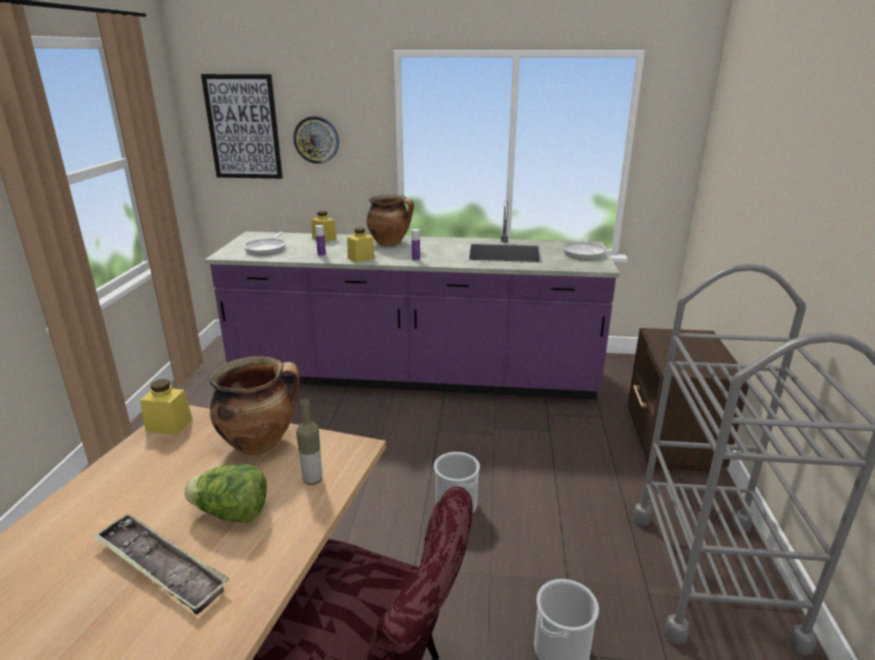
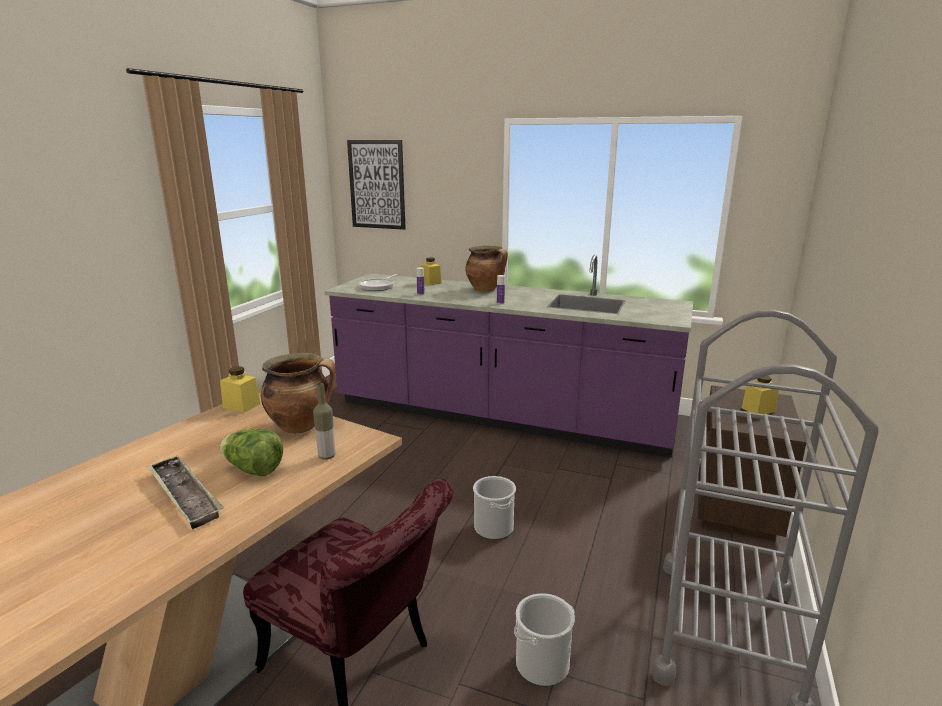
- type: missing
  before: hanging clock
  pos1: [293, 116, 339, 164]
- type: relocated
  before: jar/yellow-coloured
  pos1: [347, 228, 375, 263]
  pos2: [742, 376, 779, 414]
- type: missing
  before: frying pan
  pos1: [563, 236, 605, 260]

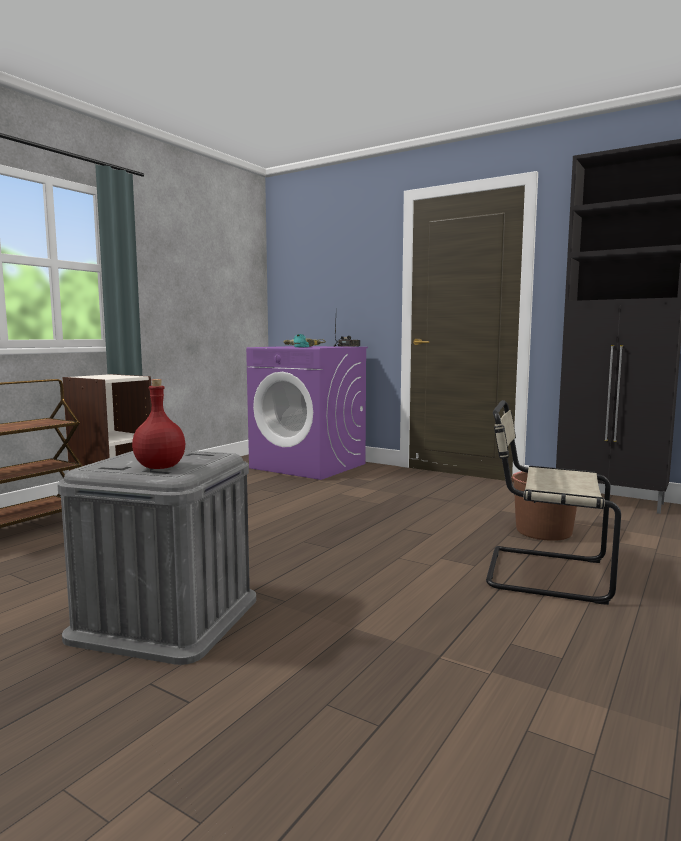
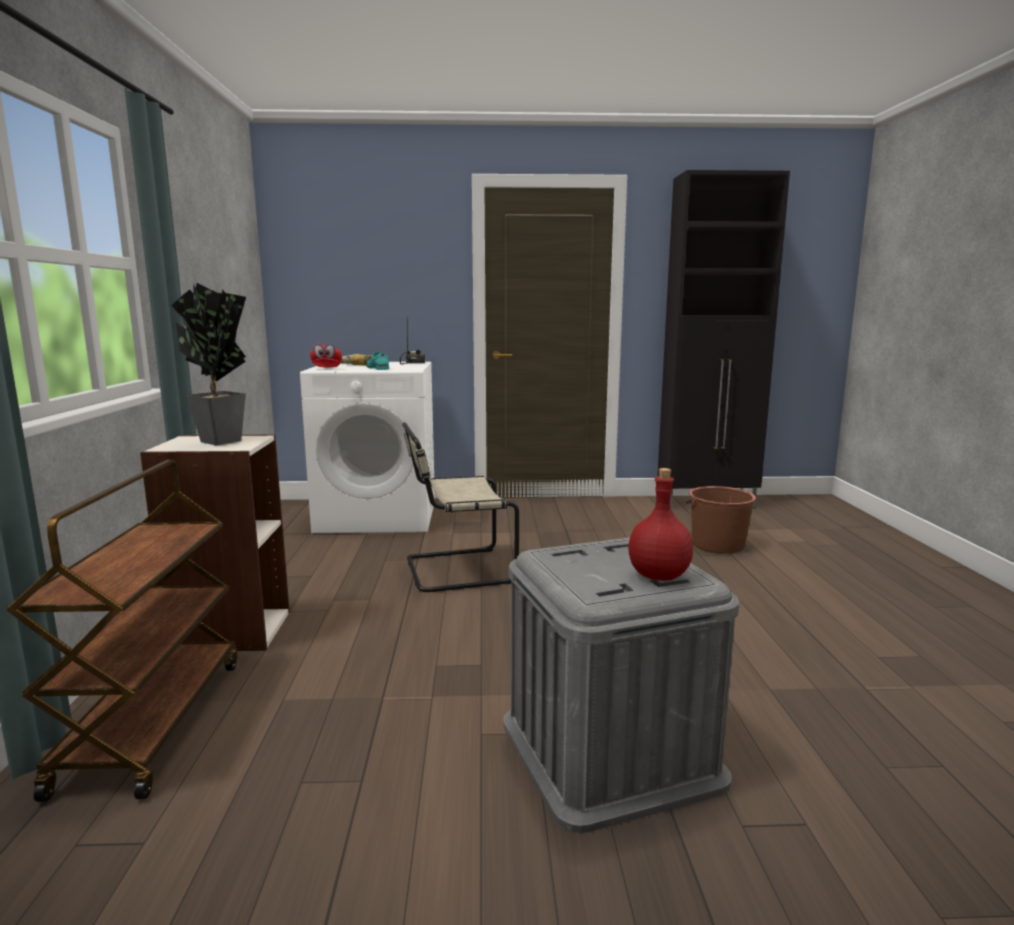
- type: colour
  before: washing machine/purple-coloured
  after: washing machine/white-coloured
  pos1: [246, 346, 368, 480]
  pos2: [300, 362, 435, 533]
- type: relocated
  before: upright chair/sand-coloured
  pos1: [486, 400, 621, 605]
  pos2: [402, 422, 519, 592]
- type: appeared
  after: potted plant
  pos2: [171, 283, 246, 445]
- type: appeared
  after: baseball cap/red
  pos2: [310, 343, 342, 368]

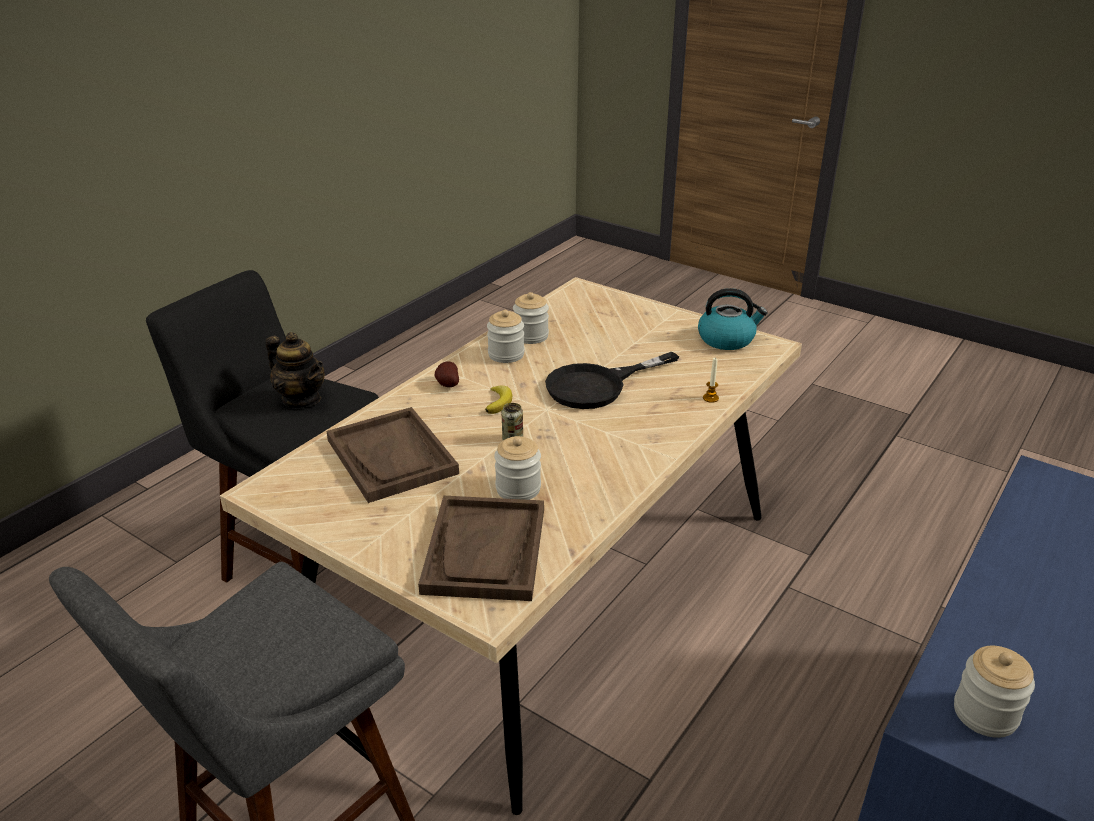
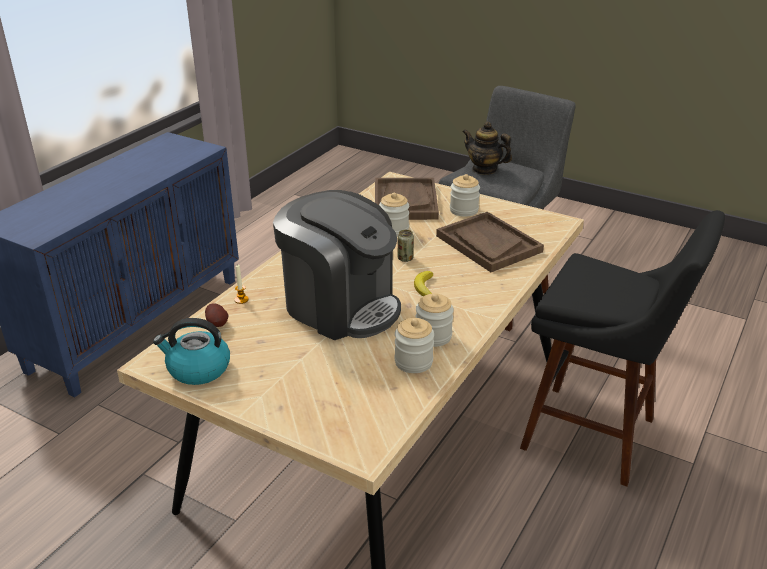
- type: relocated
  before: pot for tea
  pos1: [266, 332, 325, 408]
  pos2: [462, 122, 512, 175]
- type: exchanged
  before: frying pan/black-coloured
  after: coffee machine
  pos1: [545, 352, 679, 409]
  pos2: [273, 190, 401, 340]
- type: relocated
  before: potato
  pos1: [434, 362, 459, 387]
  pos2: [205, 303, 229, 327]
- type: relocated
  before: jar
  pos1: [954, 646, 1035, 738]
  pos2: [450, 174, 480, 217]

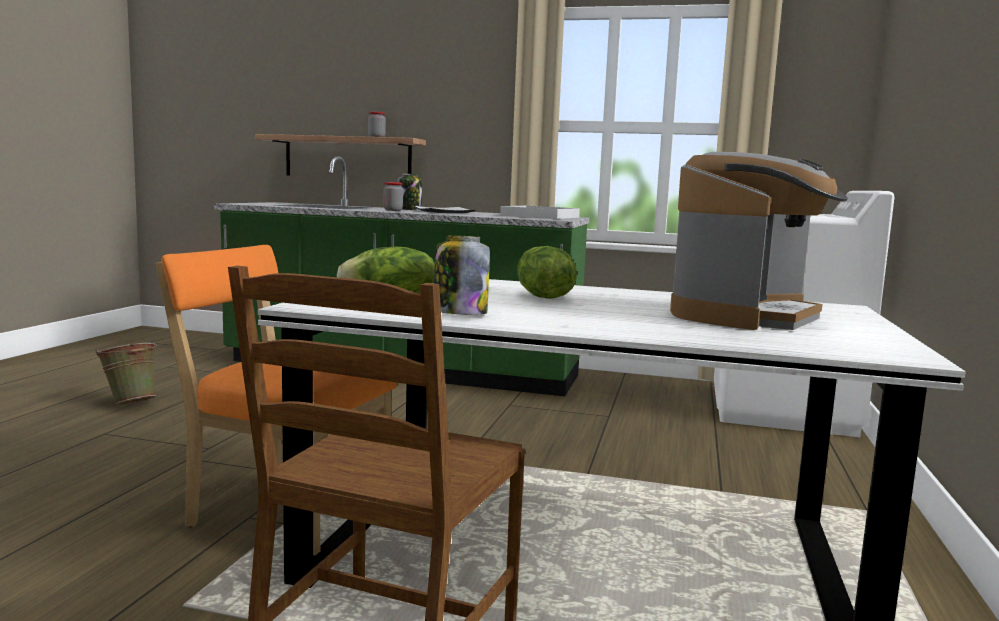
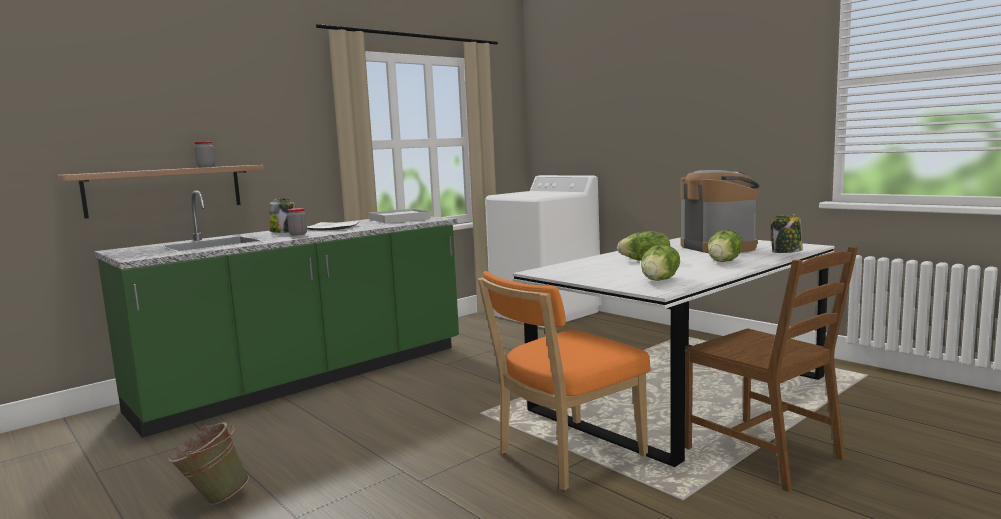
- type: relocated
  before: jar
  pos1: [434, 235, 490, 315]
  pos2: [771, 214, 803, 253]
- type: appeared
  after: lettuce head
  pos2: [708, 230, 743, 262]

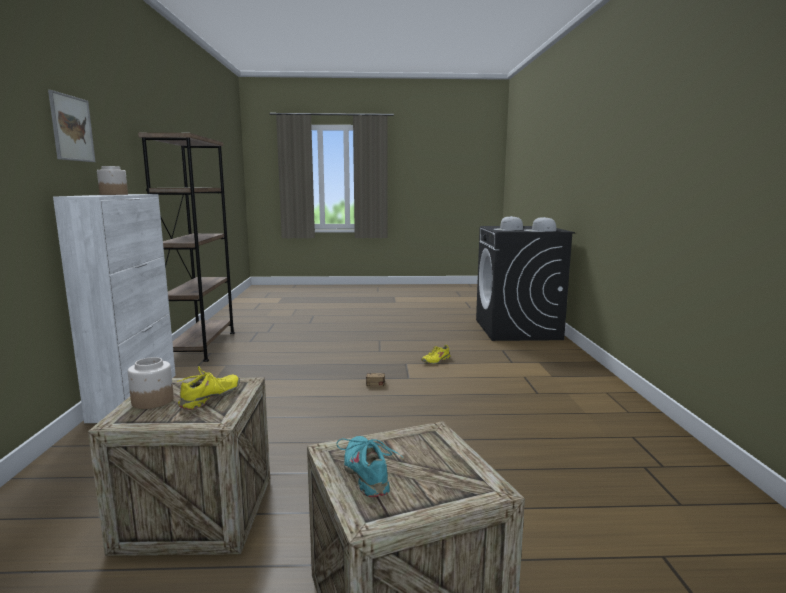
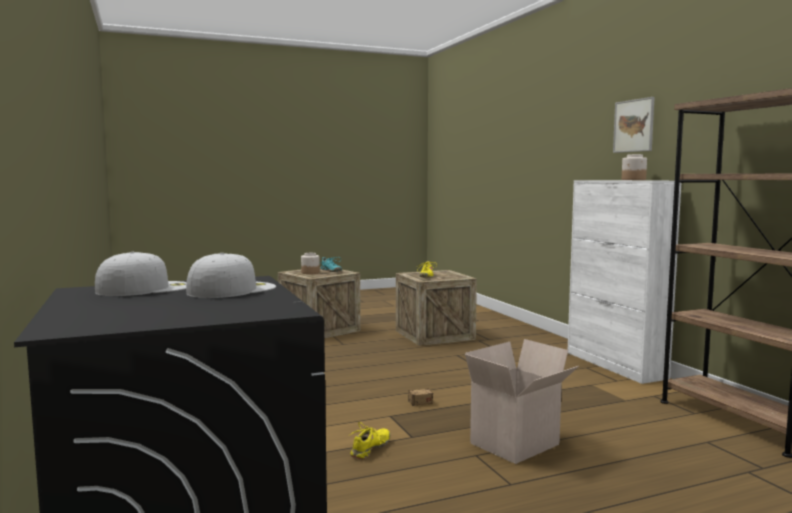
- type: relocated
  before: jar
  pos1: [128, 357, 174, 409]
  pos2: [301, 253, 320, 274]
- type: appeared
  after: cardboard box
  pos2: [465, 339, 579, 464]

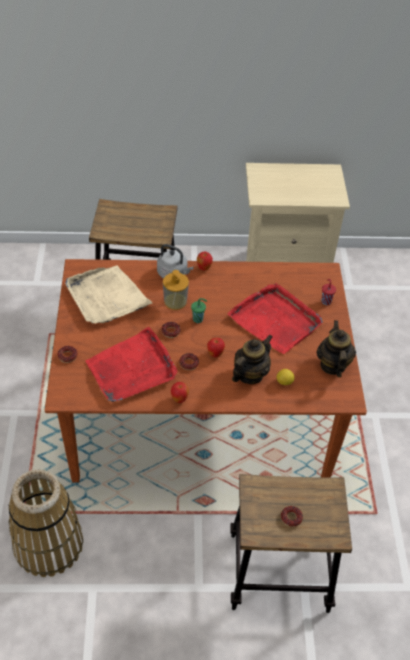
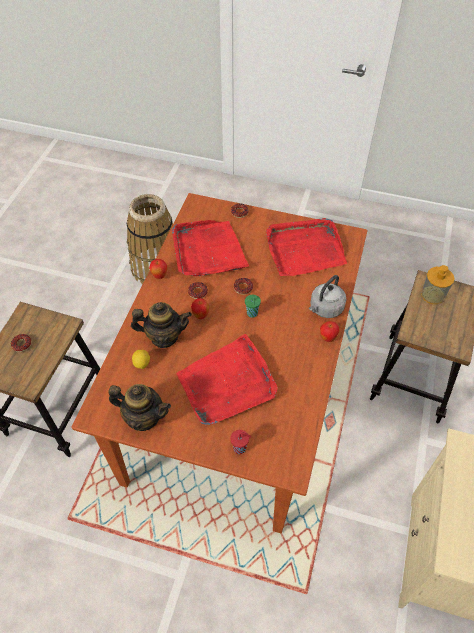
- type: colour
  before: serving tray/sand-coloured
  after: serving tray/red
  pos1: [65, 266, 152, 324]
  pos2: [266, 218, 347, 276]
- type: relocated
  before: liquid soap bottle
  pos1: [163, 270, 189, 310]
  pos2: [421, 265, 454, 304]
- type: spun
  before: pot for tea
  pos1: [232, 334, 273, 384]
  pos2: [131, 302, 192, 348]
  turn: -60

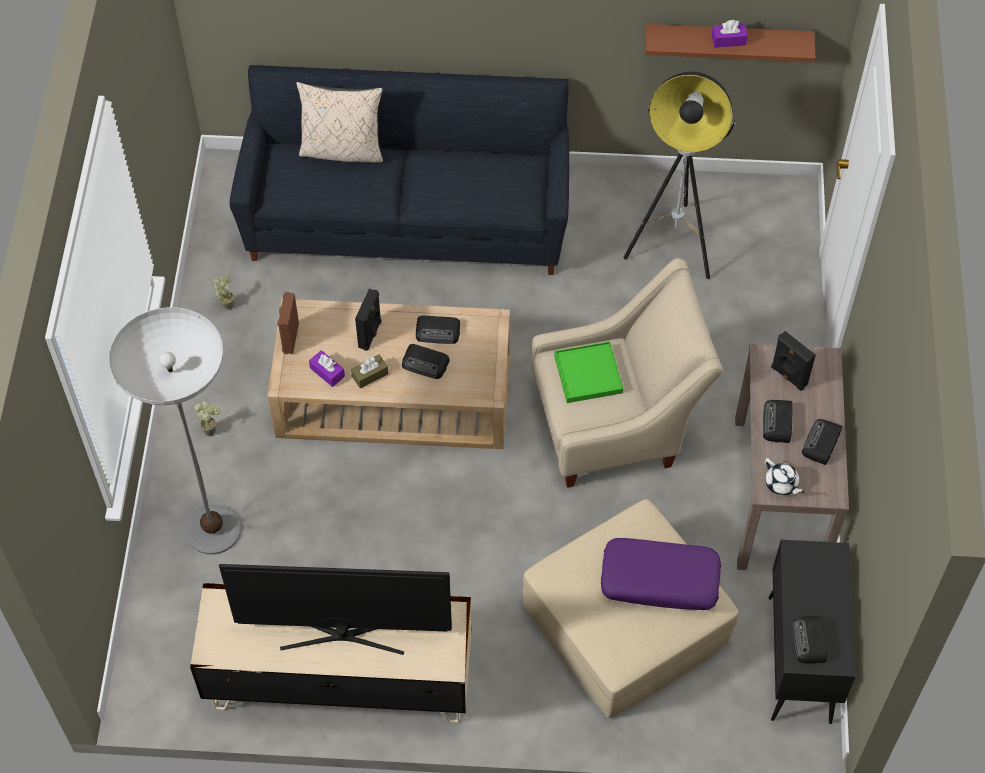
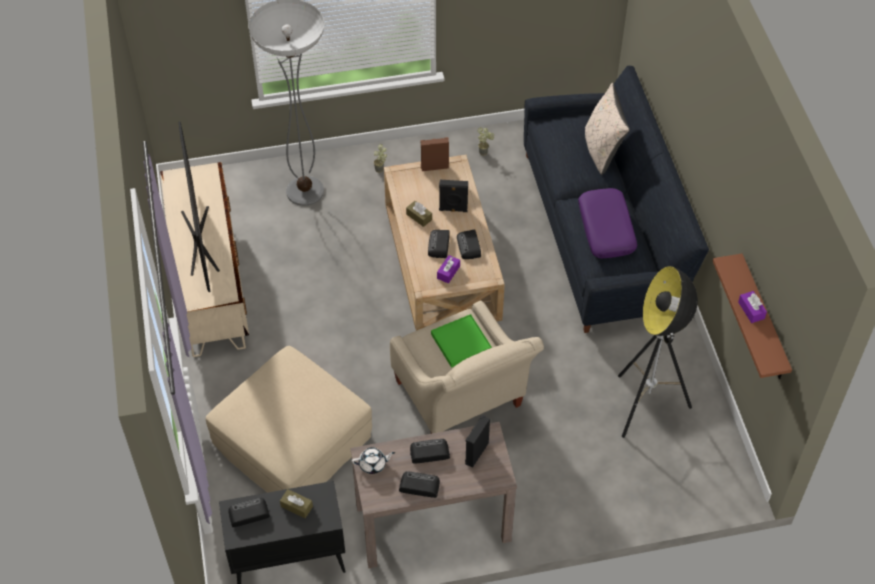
- type: relocated
  before: tissue holder/purple-coloured
  pos1: [309, 350, 345, 387]
  pos2: [437, 255, 460, 283]
- type: spun
  before: pot for tea/white-coloured
  pos1: [765, 458, 805, 495]
  pos2: [352, 447, 395, 474]
  turn: -135
- type: relocated
  before: pillow/purple-coloured
  pos1: [601, 538, 721, 610]
  pos2: [578, 188, 637, 258]
- type: appeared
  after: tissue holder/brown-coloured
  pos2: [280, 489, 313, 518]

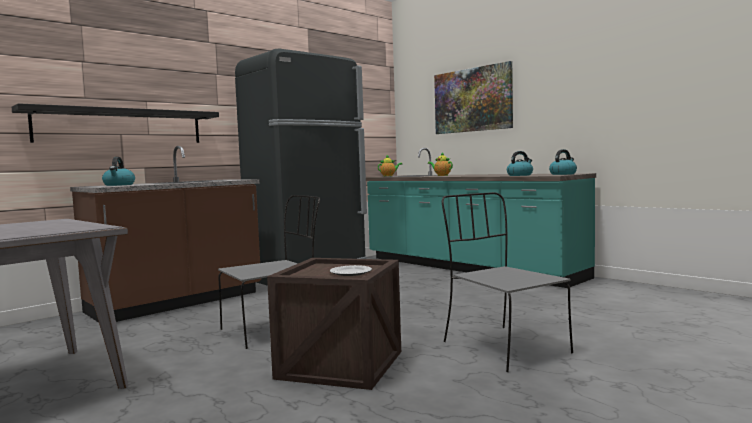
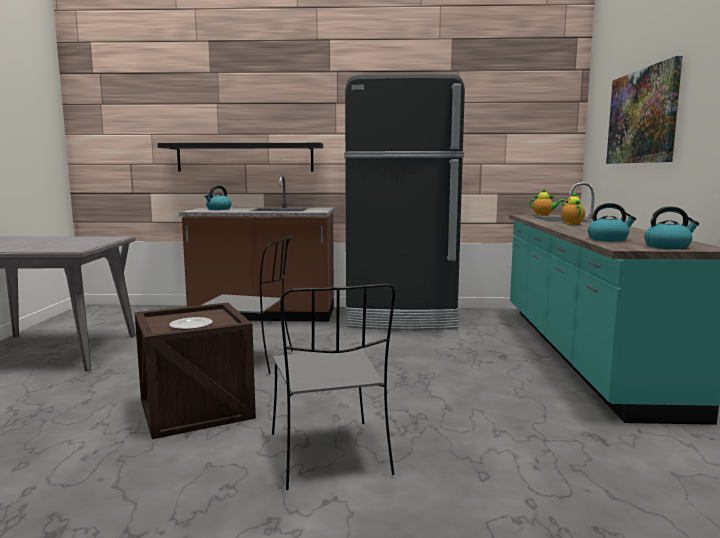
- type: spun
  before: upright chair/grey
  pos1: [442, 192, 573, 372]
  pos2: [272, 284, 395, 490]
  turn: 150

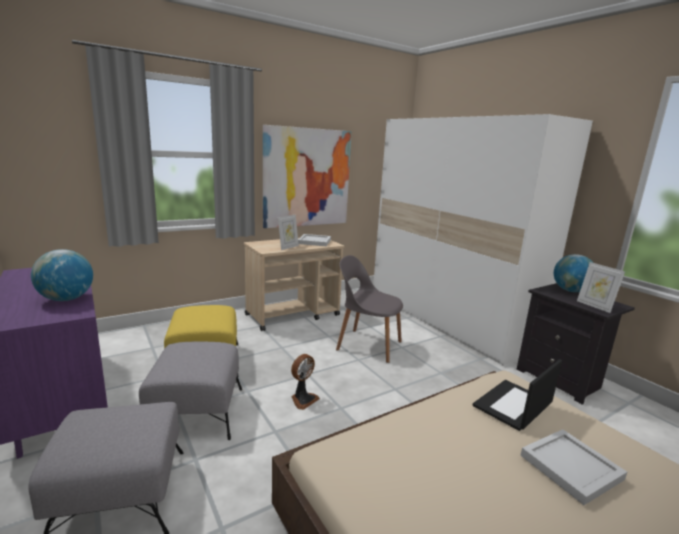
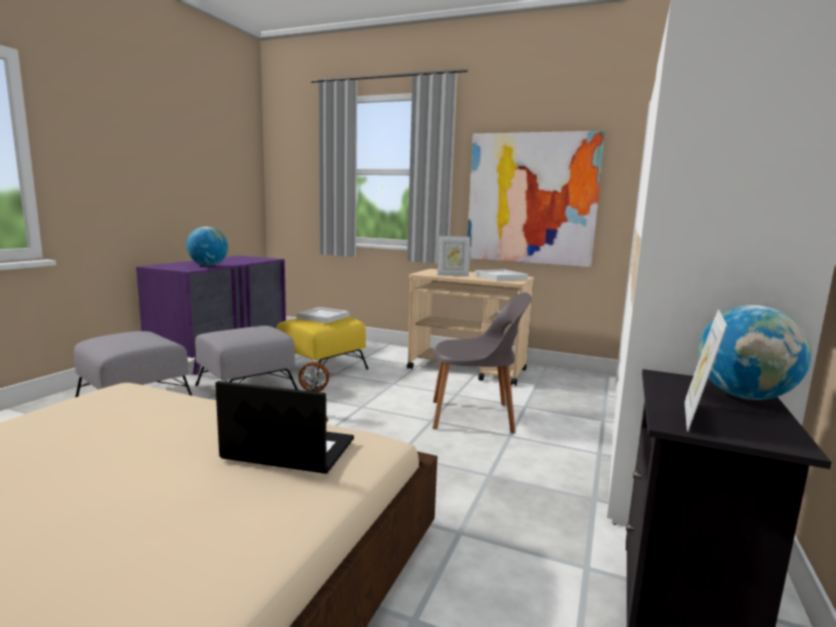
- type: spun
  before: upright chair/grey
  pos1: [336, 255, 403, 363]
  pos2: [433, 292, 531, 433]
  turn: 105
- type: relocated
  before: serving tray/white-coloured
  pos1: [520, 429, 627, 505]
  pos2: [296, 307, 349, 323]

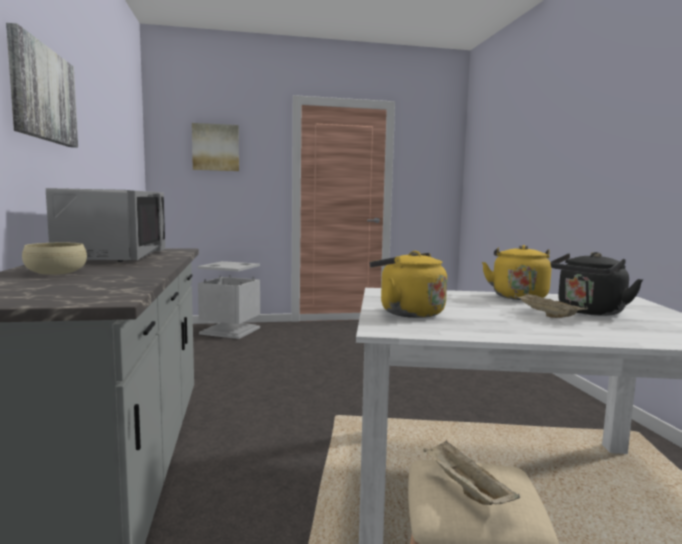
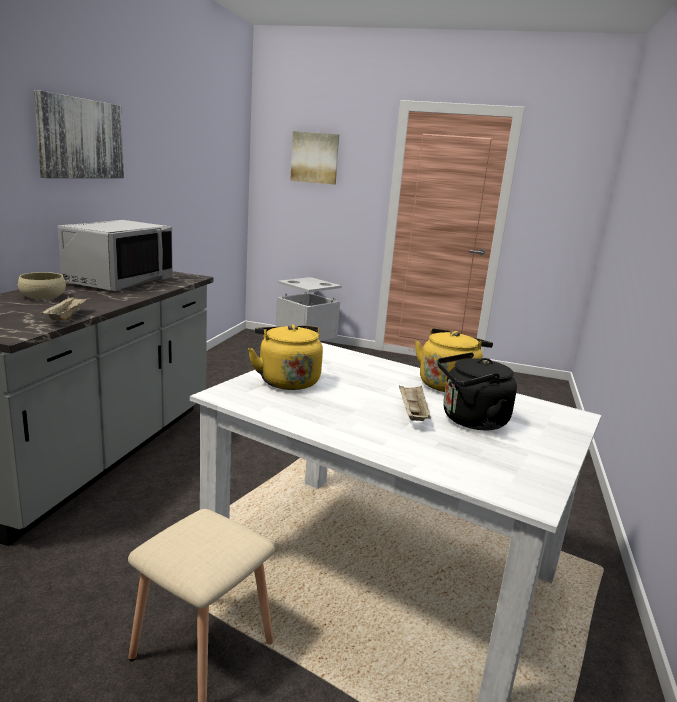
- type: relocated
  before: serving tray/sand-coloured
  pos1: [423, 440, 520, 505]
  pos2: [40, 295, 91, 320]

